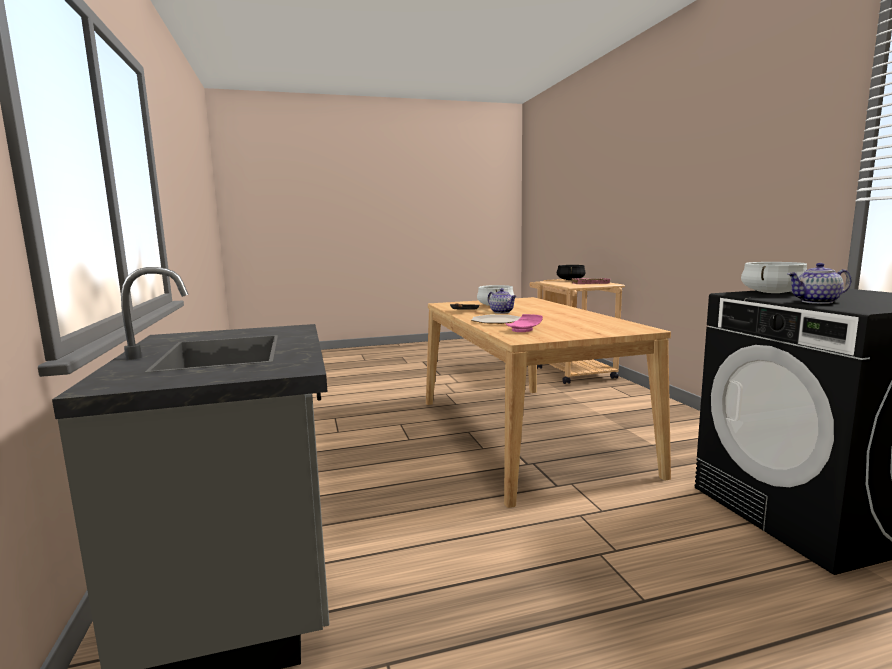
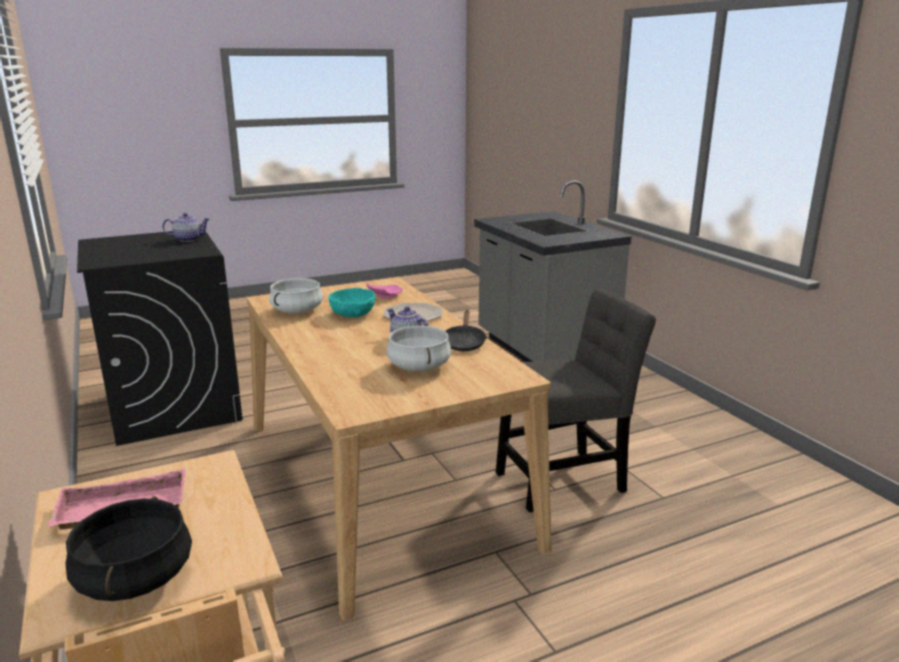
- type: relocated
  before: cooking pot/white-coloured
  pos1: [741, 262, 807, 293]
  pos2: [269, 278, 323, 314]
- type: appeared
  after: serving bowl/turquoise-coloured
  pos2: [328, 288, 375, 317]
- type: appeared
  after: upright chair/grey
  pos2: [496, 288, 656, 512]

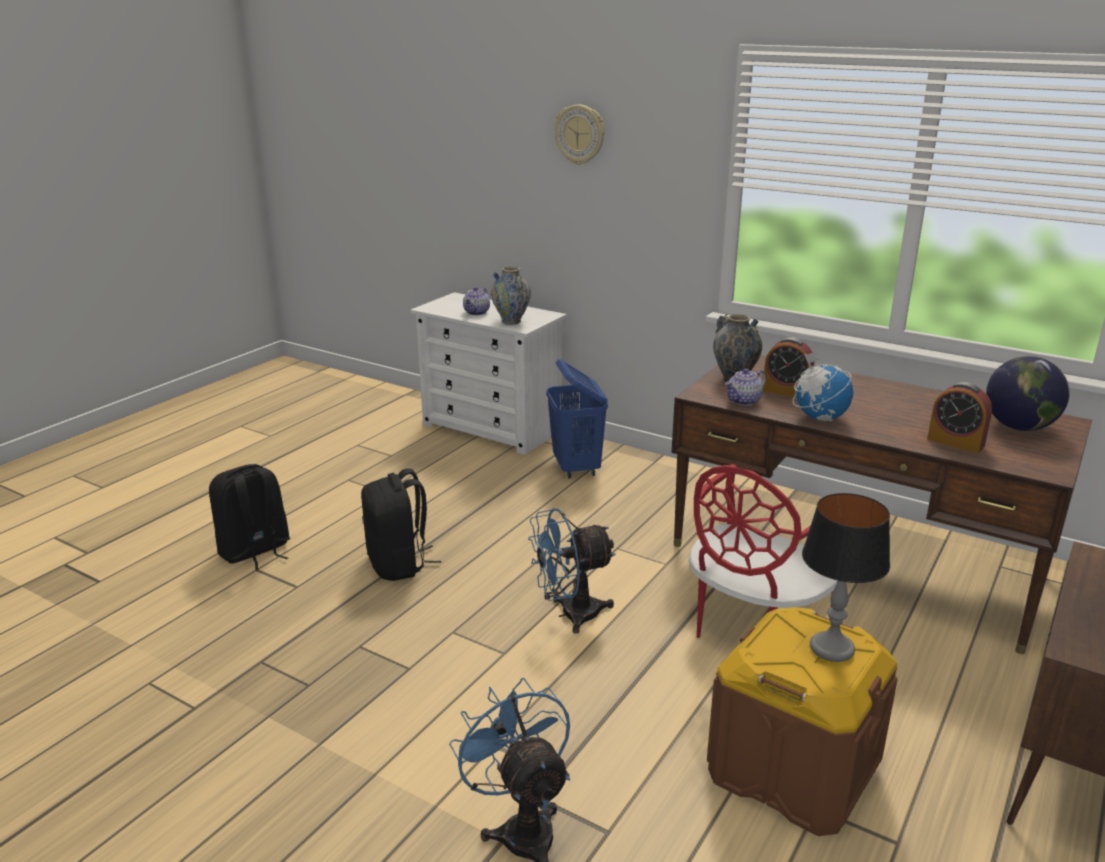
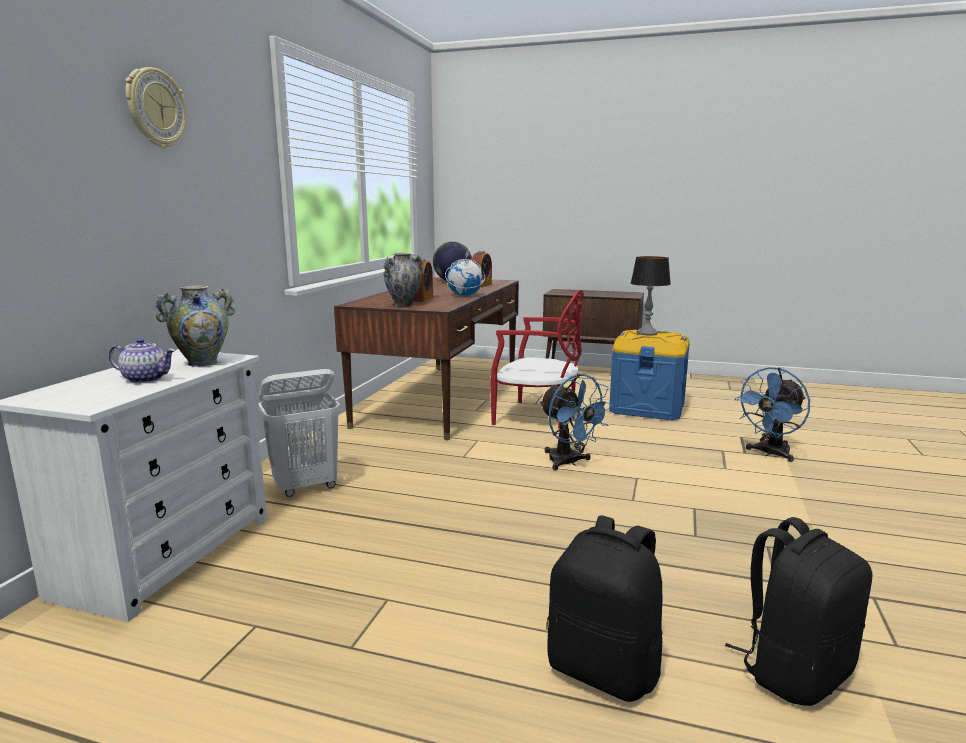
- type: colour
  before: hamper/bluish
  after: hamper/white-coloured
  pos1: [546, 359, 608, 479]
  pos2: [258, 369, 340, 497]
- type: missing
  before: pot for tea
  pos1: [725, 368, 766, 406]
- type: relocated
  before: rucksack/black-coloured
  pos1: [361, 468, 441, 581]
  pos2: [725, 517, 872, 706]
- type: colour
  before: storage container/brown-coloured
  after: storage container/bluish
  pos1: [707, 607, 898, 836]
  pos2: [609, 330, 690, 421]

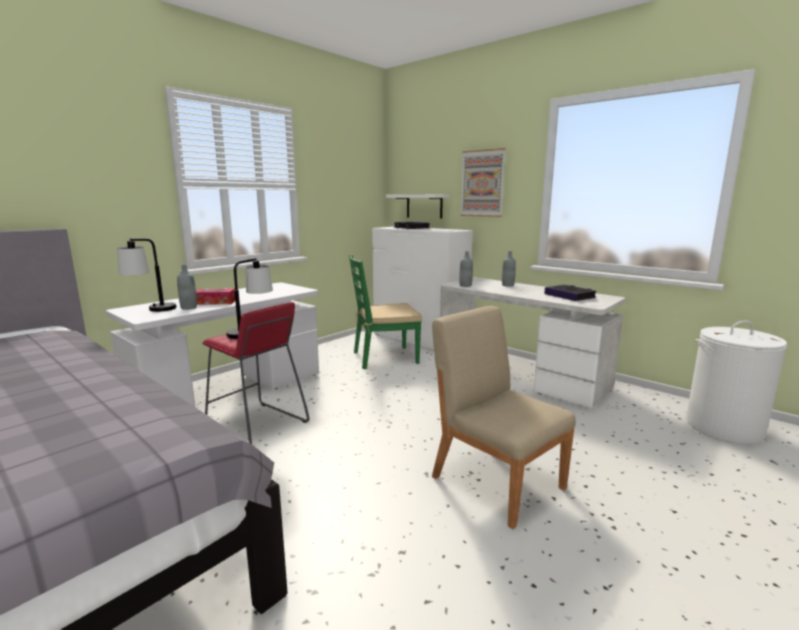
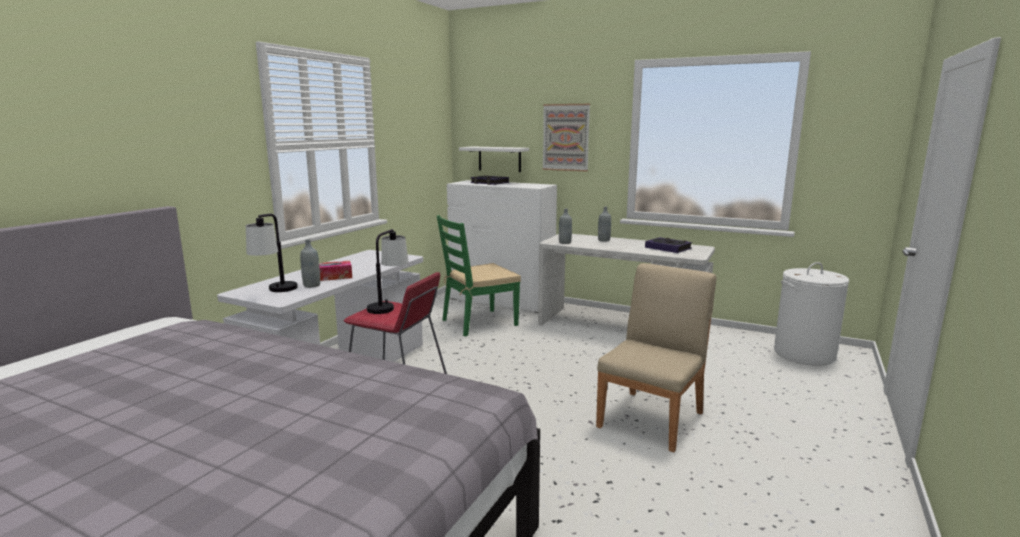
- type: spun
  before: upright chair/sand-coloured
  pos1: [432, 306, 576, 529]
  pos2: [596, 263, 716, 452]
  turn: 90

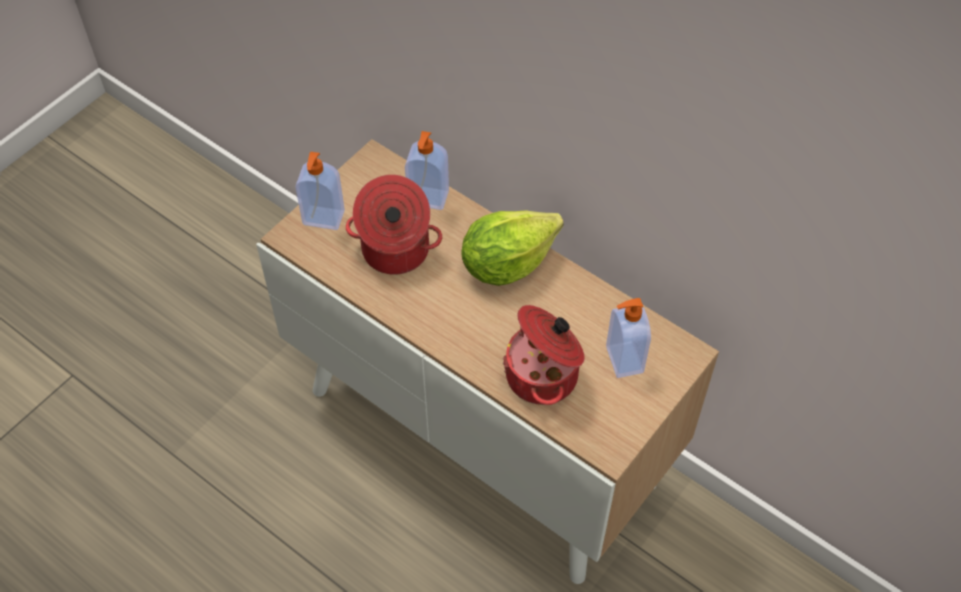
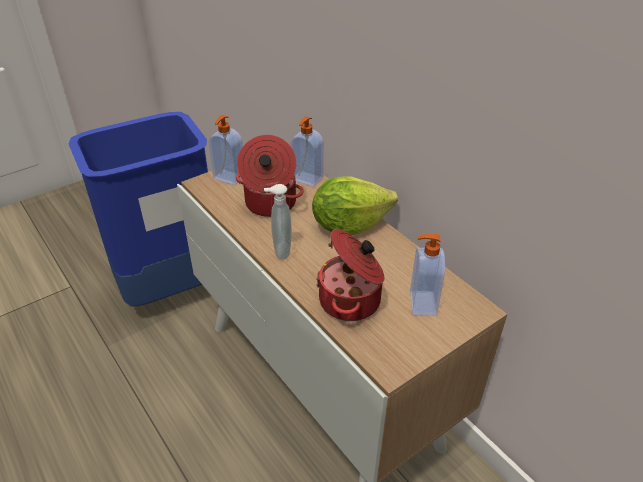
- type: appeared
  after: trash can/bluish
  pos2: [68, 112, 208, 307]
- type: appeared
  after: liquid soap bottle
  pos2: [264, 184, 292, 260]

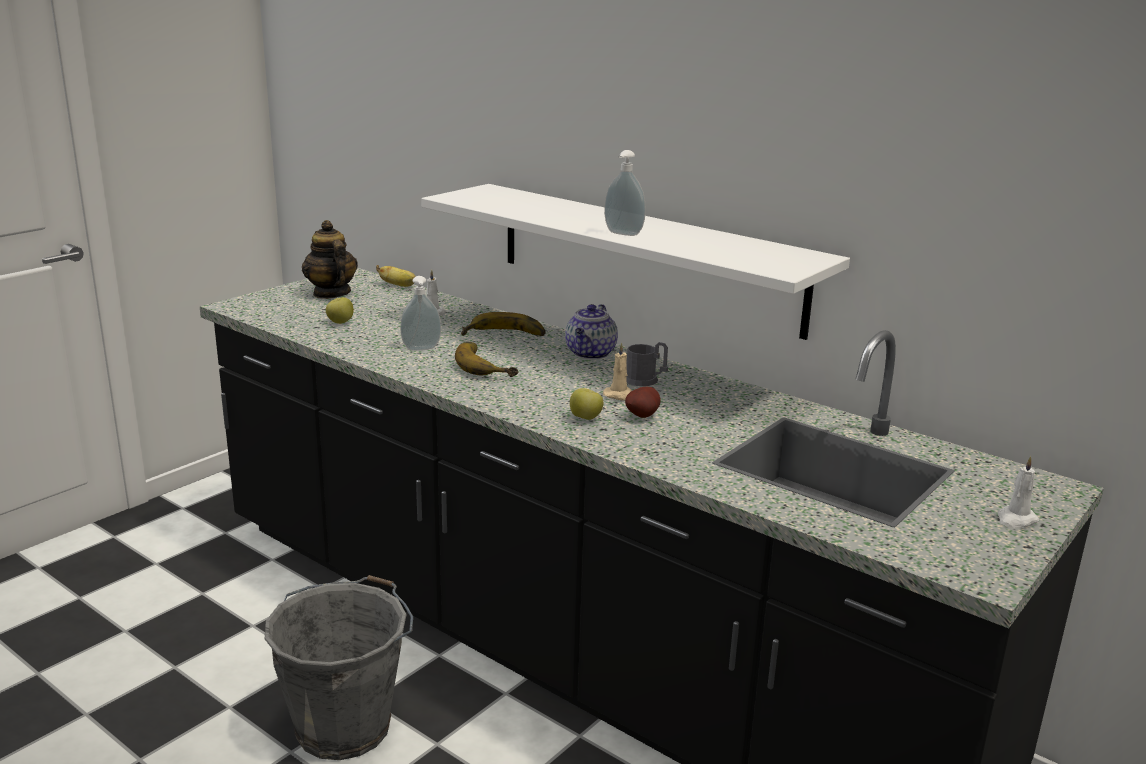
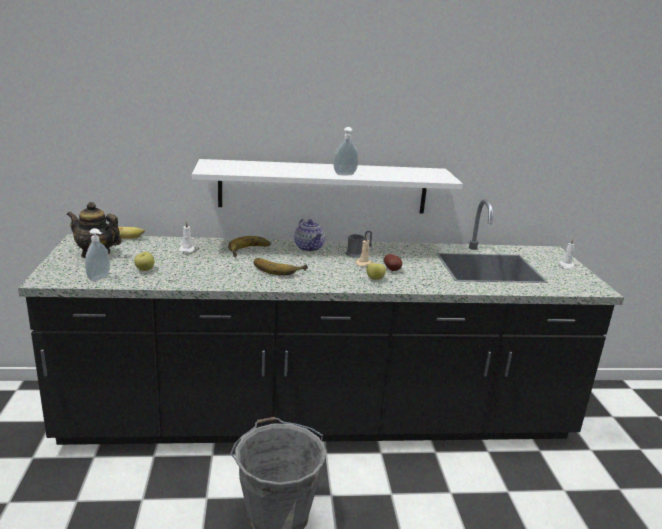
- type: relocated
  before: liquid soap bottle
  pos1: [400, 276, 441, 351]
  pos2: [85, 228, 110, 281]

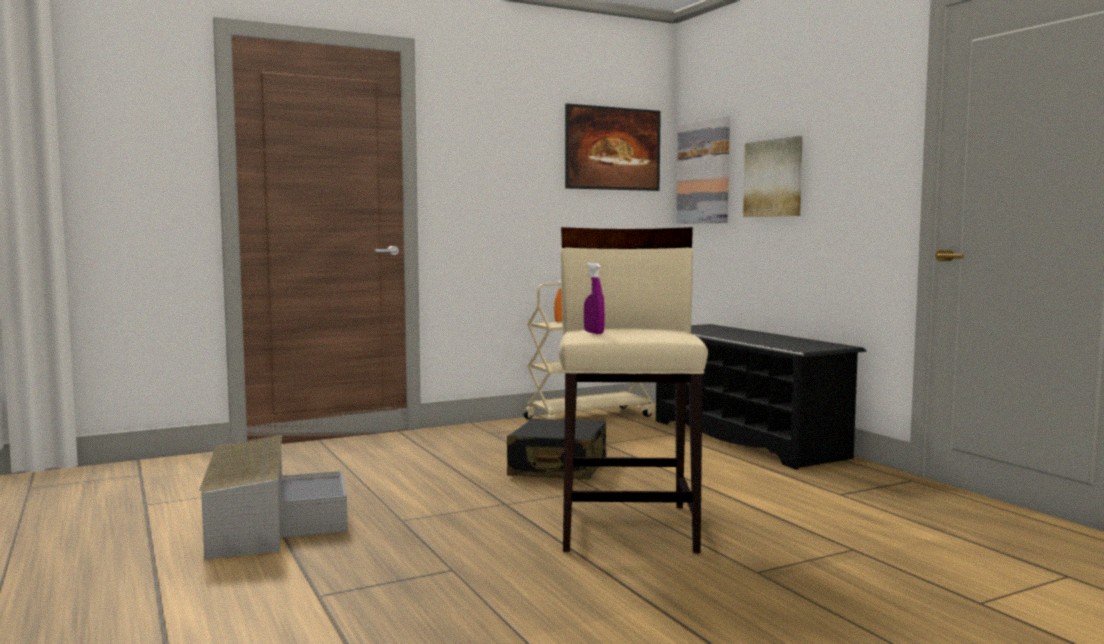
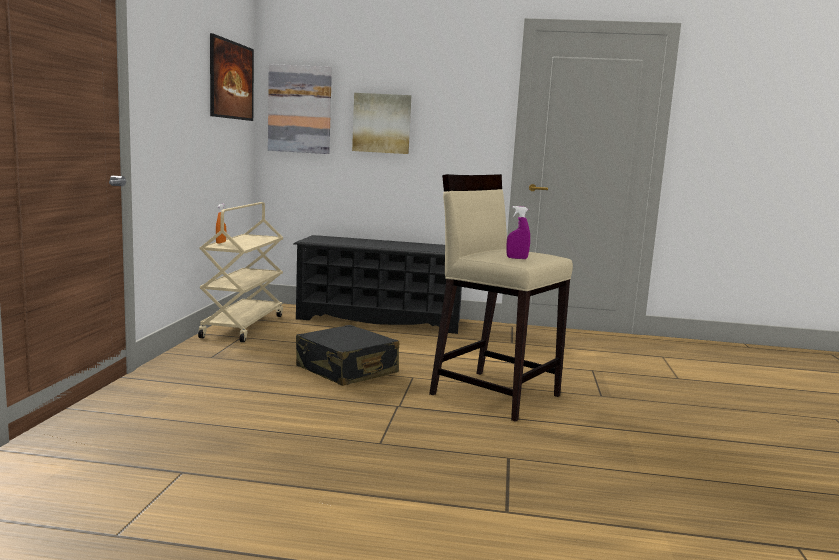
- type: missing
  before: storage container/grey
  pos1: [199, 435, 348, 560]

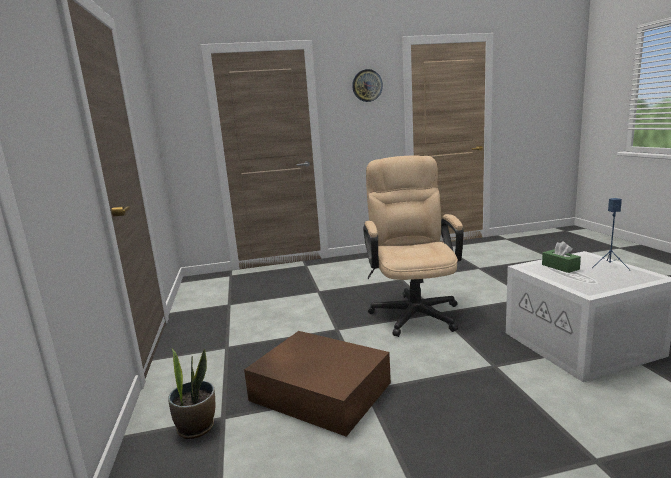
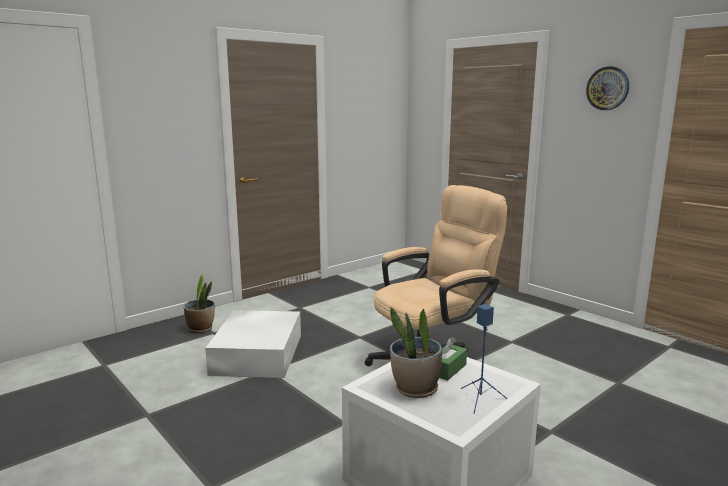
- type: colour
  before: storage container/brown-coloured
  after: storage container/white-coloured
  pos1: [244, 331, 391, 437]
  pos2: [205, 310, 301, 378]
- type: appeared
  after: potted plant
  pos2: [390, 307, 442, 398]

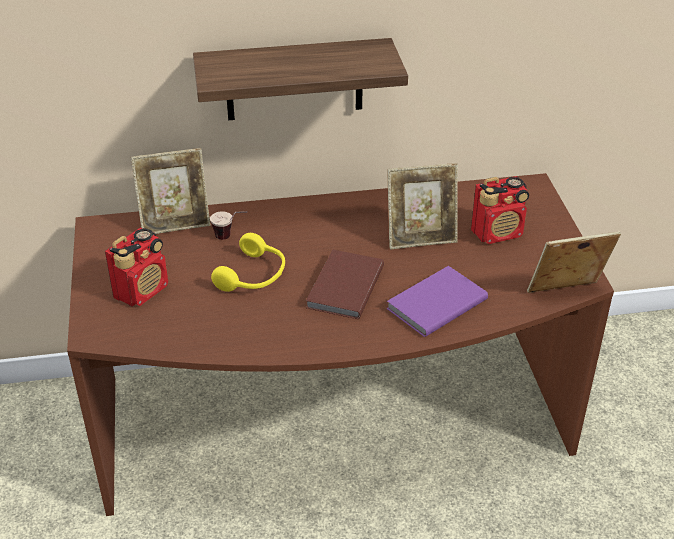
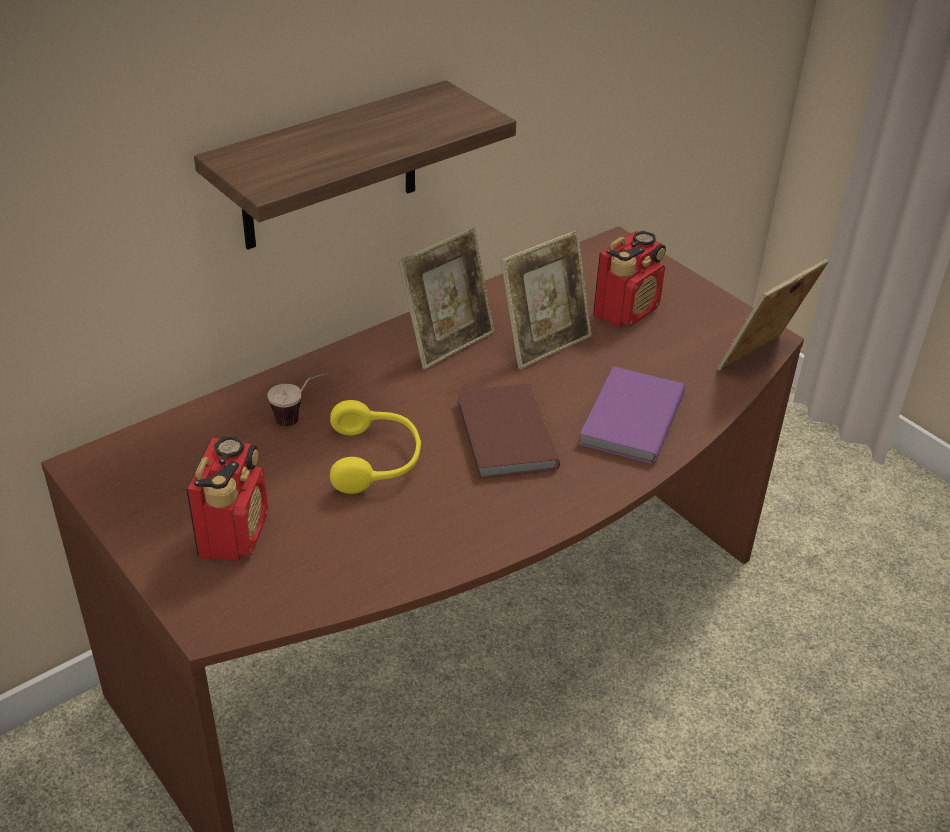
- type: relocated
  before: standing frame
  pos1: [131, 148, 211, 234]
  pos2: [399, 228, 495, 369]

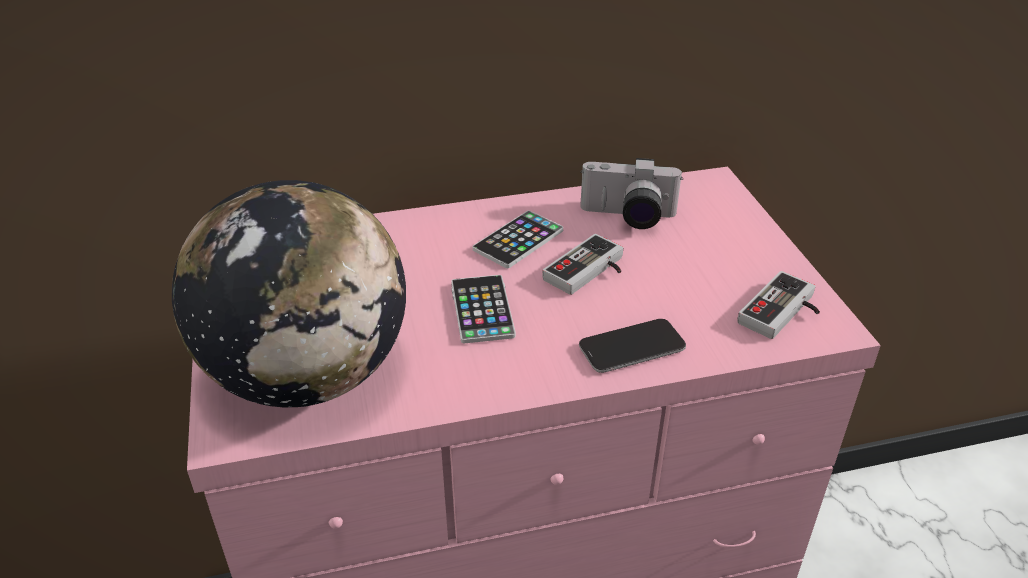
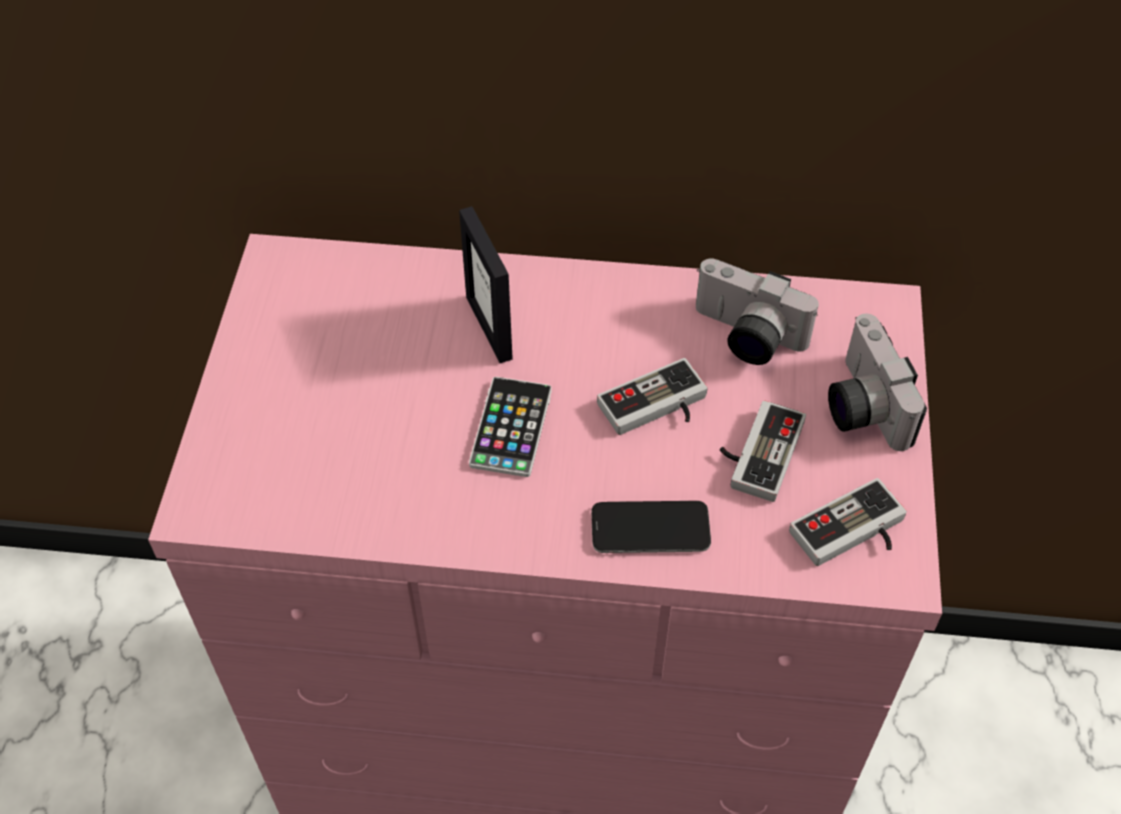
- type: missing
  before: globe
  pos1: [172, 180, 406, 407]
- type: missing
  before: phone
  pos1: [473, 211, 563, 268]
- type: appeared
  after: standing frame
  pos2: [459, 206, 513, 363]
- type: appeared
  after: photo camera
  pos2: [828, 313, 927, 451]
- type: appeared
  after: gamepad
  pos2: [720, 401, 806, 502]

